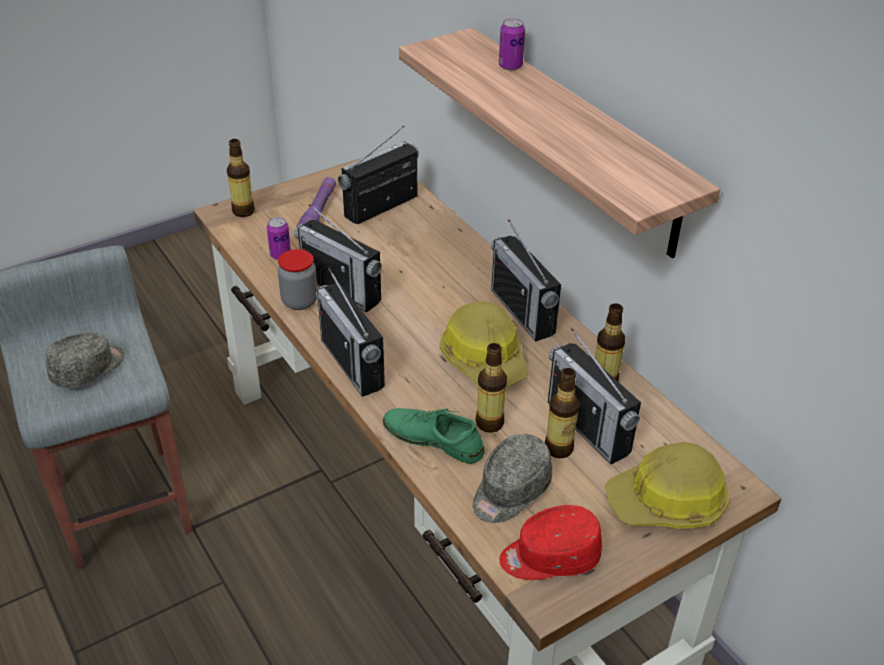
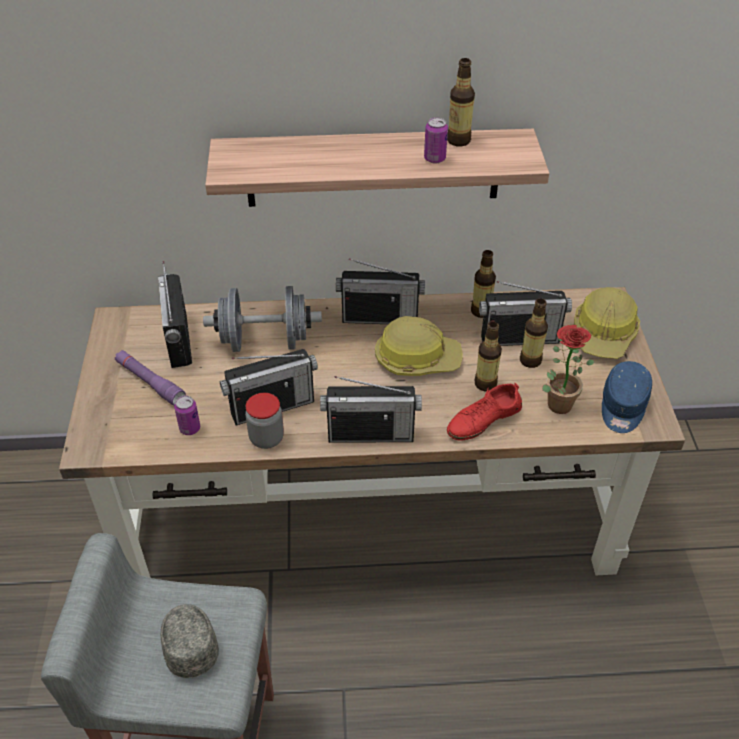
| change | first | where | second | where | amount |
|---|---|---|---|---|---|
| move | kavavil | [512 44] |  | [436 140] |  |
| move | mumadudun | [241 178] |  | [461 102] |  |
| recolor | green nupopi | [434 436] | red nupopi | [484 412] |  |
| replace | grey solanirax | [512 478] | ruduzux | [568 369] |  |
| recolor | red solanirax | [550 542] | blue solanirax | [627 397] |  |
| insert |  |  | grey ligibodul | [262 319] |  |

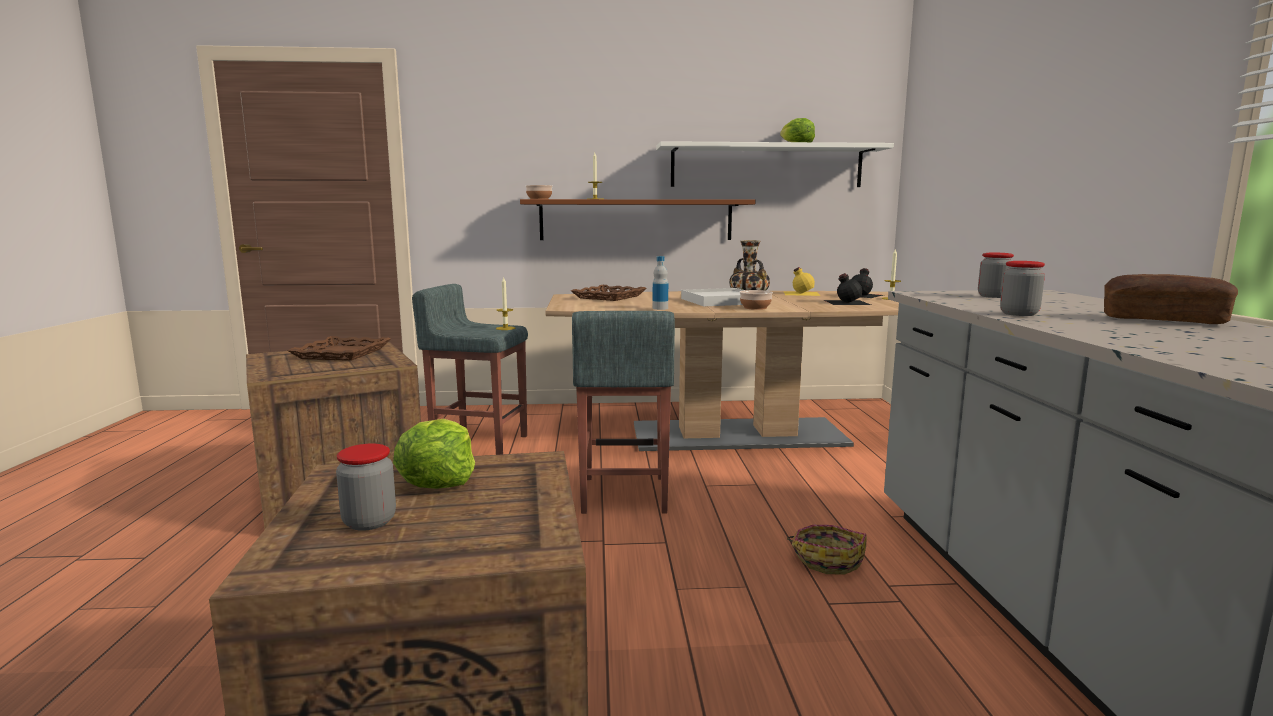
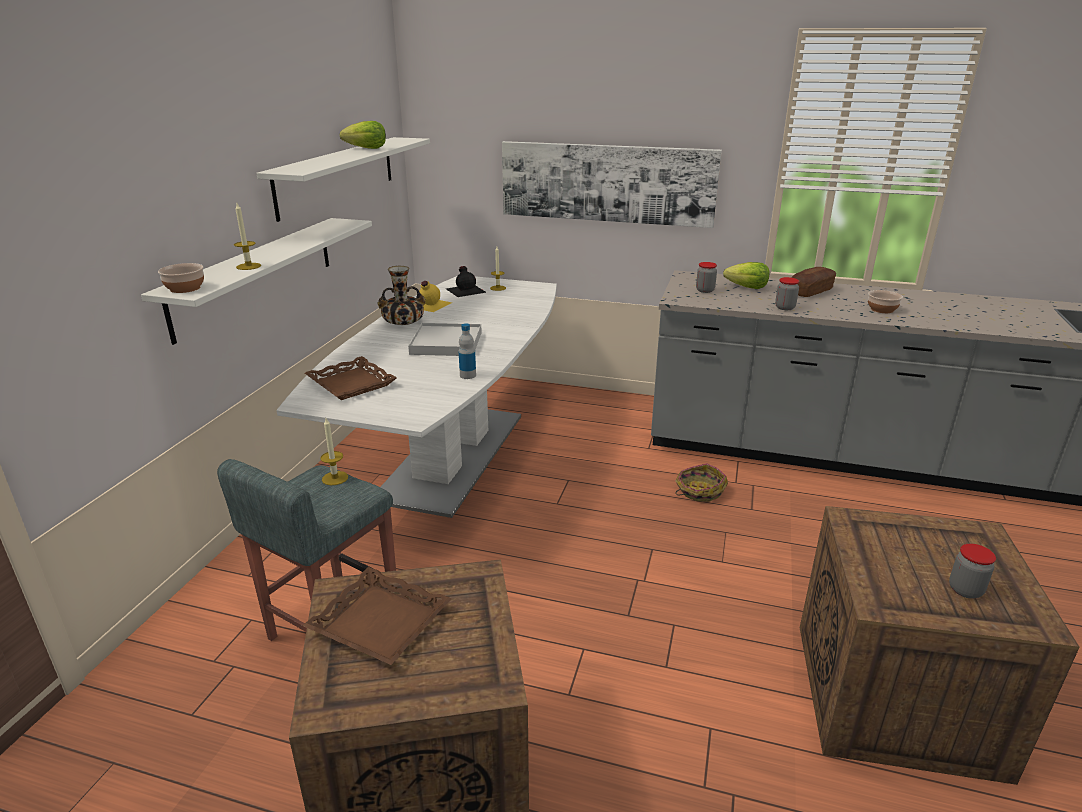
| change | first | where | second | where | amount |
|---|---|---|---|---|---|
| recolor | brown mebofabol | [637 219] | white mebofabol | [256 281] |  |
| delete | black mumadudun | [847 289] |  |  |  |
| move | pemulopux | [756 300] |  | [885 301] |  |
| recolor | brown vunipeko | [722 371] | white vunipeko | [416 397] |  |
| delete | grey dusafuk | [623 412] |  |  |  |
| move | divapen | [434 453] |  | [746 275] |  |
| insert |  |  | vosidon | [612 184] |  |

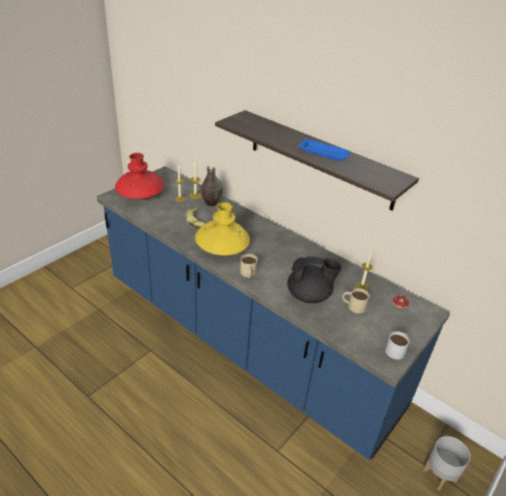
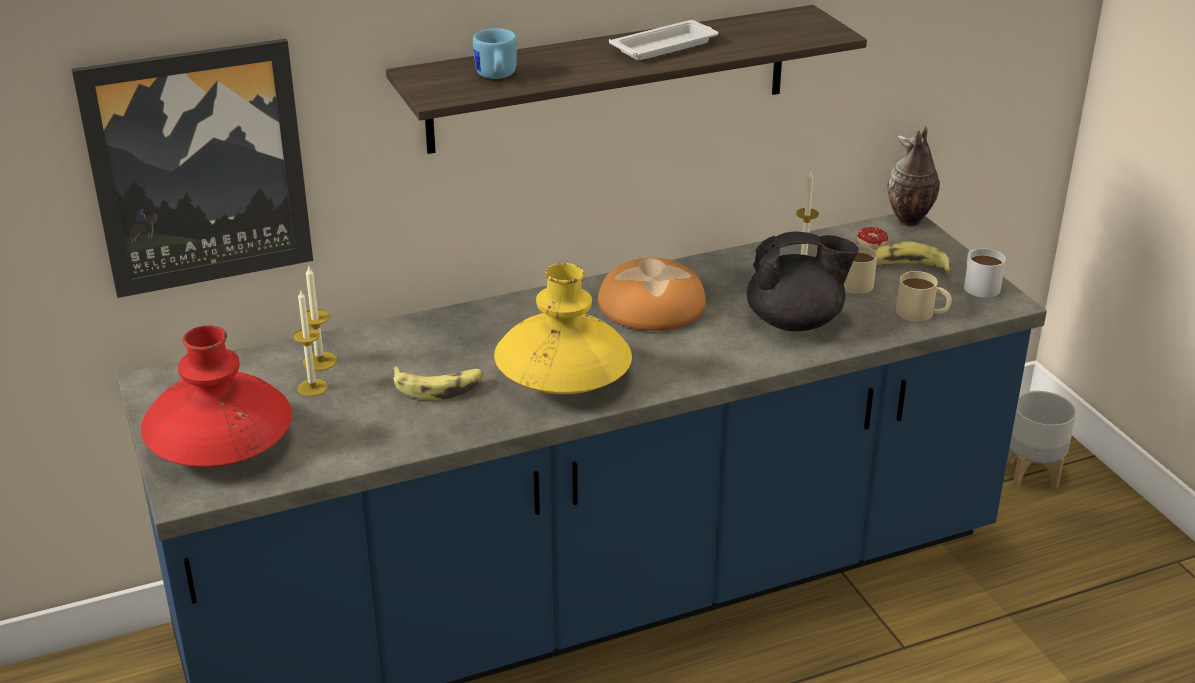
| change | first | where | second | where | amount |
|---|---|---|---|---|---|
| recolor | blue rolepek | [324 149] | white rolepek | [664 40] |  |
| move | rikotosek | [212 186] |  | [914 176] |  |
| move | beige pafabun | [249 266] |  | [924 296] |  |
| rotate | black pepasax | [314 280] |  | [803 281] | 60 degrees clockwise |
| insert |  |  | blue pafabun | [495 53] |  |
| insert |  |  | vosidon | [192 168] |  |
| insert |  |  | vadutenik | [913 257] |  |
| insert |  |  | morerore | [652 294] |  |

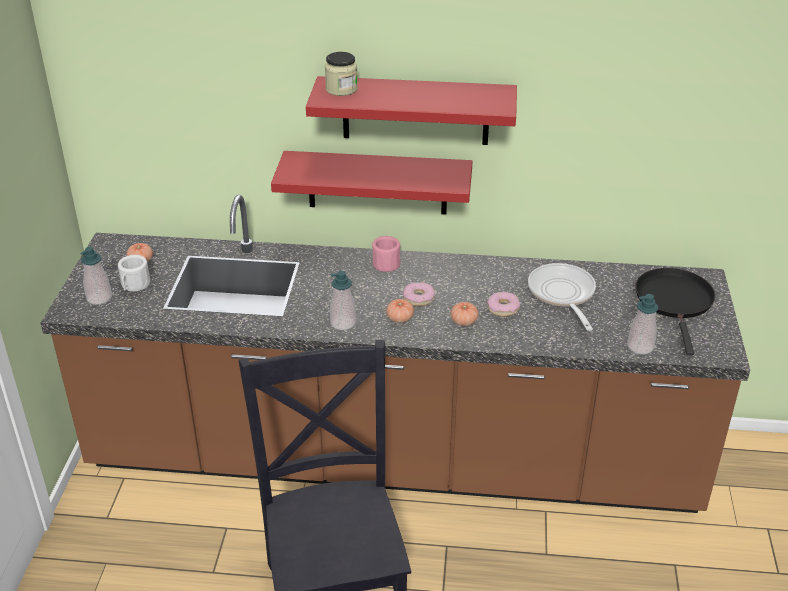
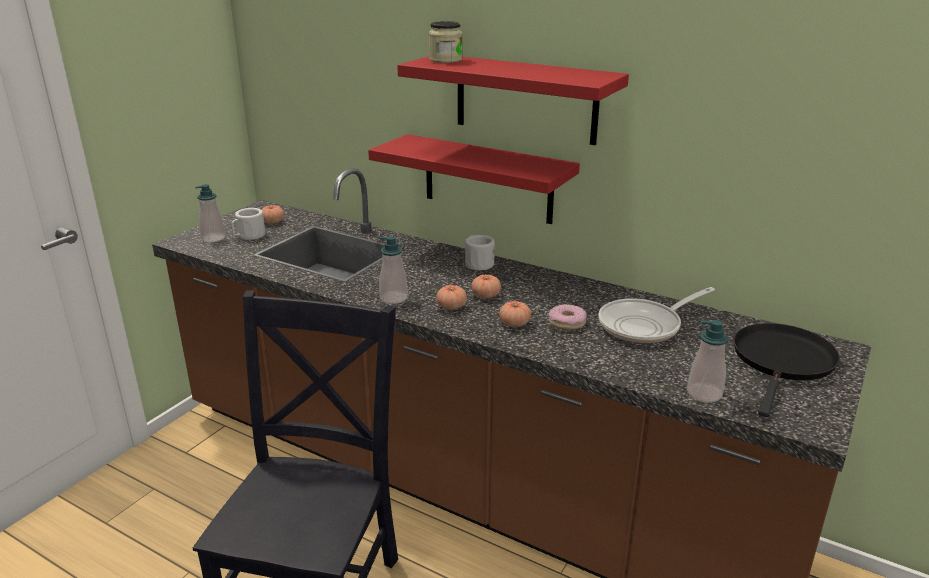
| change | first | where | second | where | amount |
|---|---|---|---|---|---|
| recolor | pink pafabun | [386 254] | white pafabun | [480 253] |  |
| rotate | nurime | [562 297] |  | [657 315] | 135 degrees counterclockwise |
| replace | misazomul | [419 294] | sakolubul | [486 287] |  |

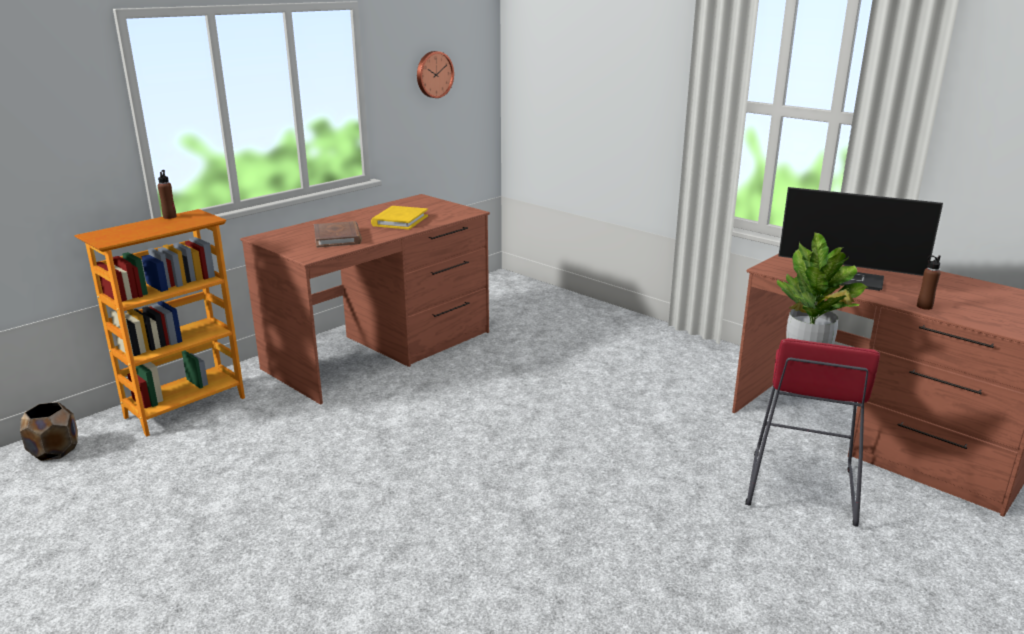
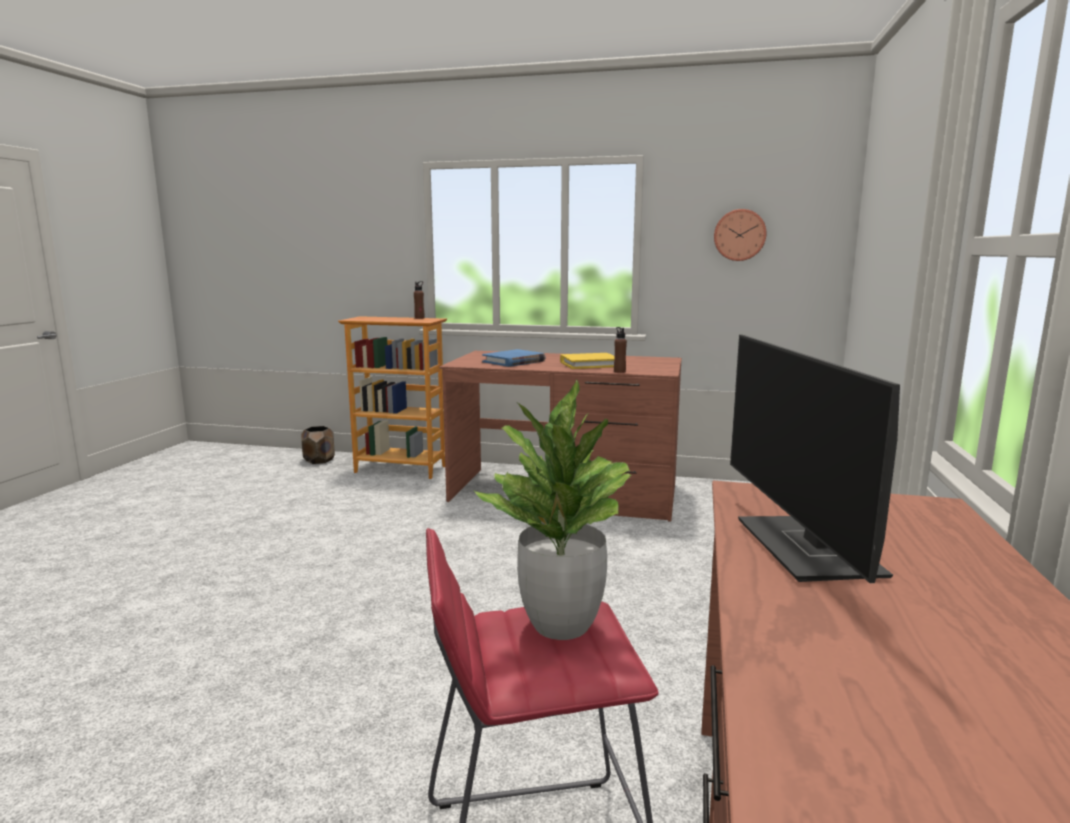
| change | first | where | second | where | amount |
|---|---|---|---|---|---|
| recolor | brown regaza | [338 234] | blue regaza | [513 358] |  |
| move | brown mumadudun | [929 282] |  | [620 350] |  |

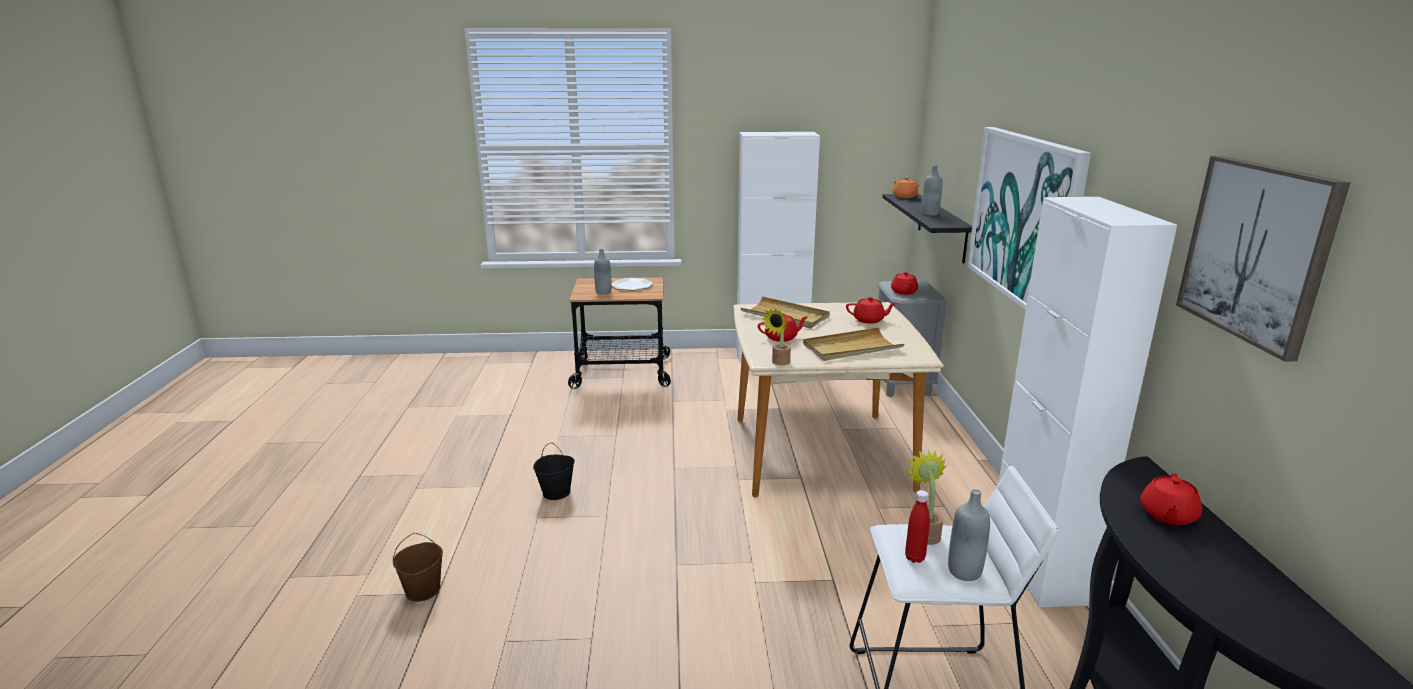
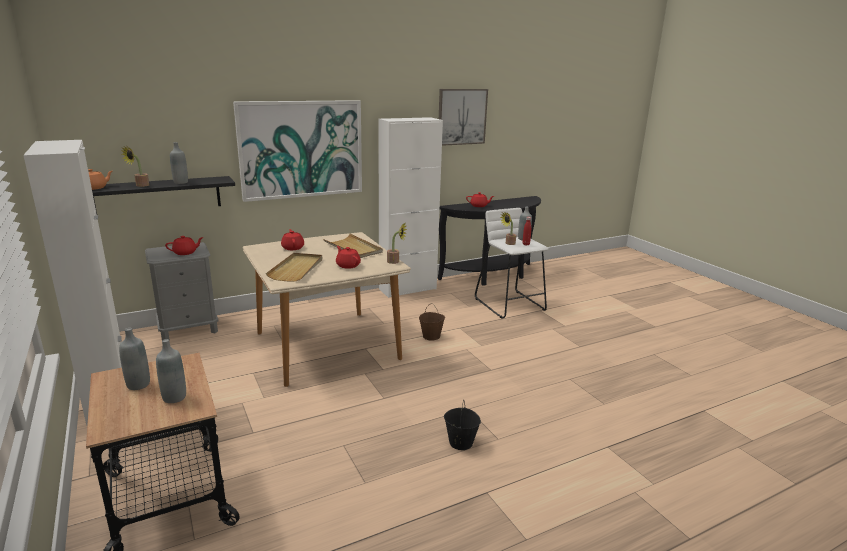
| change | first | where | second | where | amount |
|---|---|---|---|---|---|
| replace | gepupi | [632 284] | grey mumadudun | [134 359] |  |
| move | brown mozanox | [418 567] |  | [432 322] |  |
| insert |  |  | ruduzux | [135 167] |  |

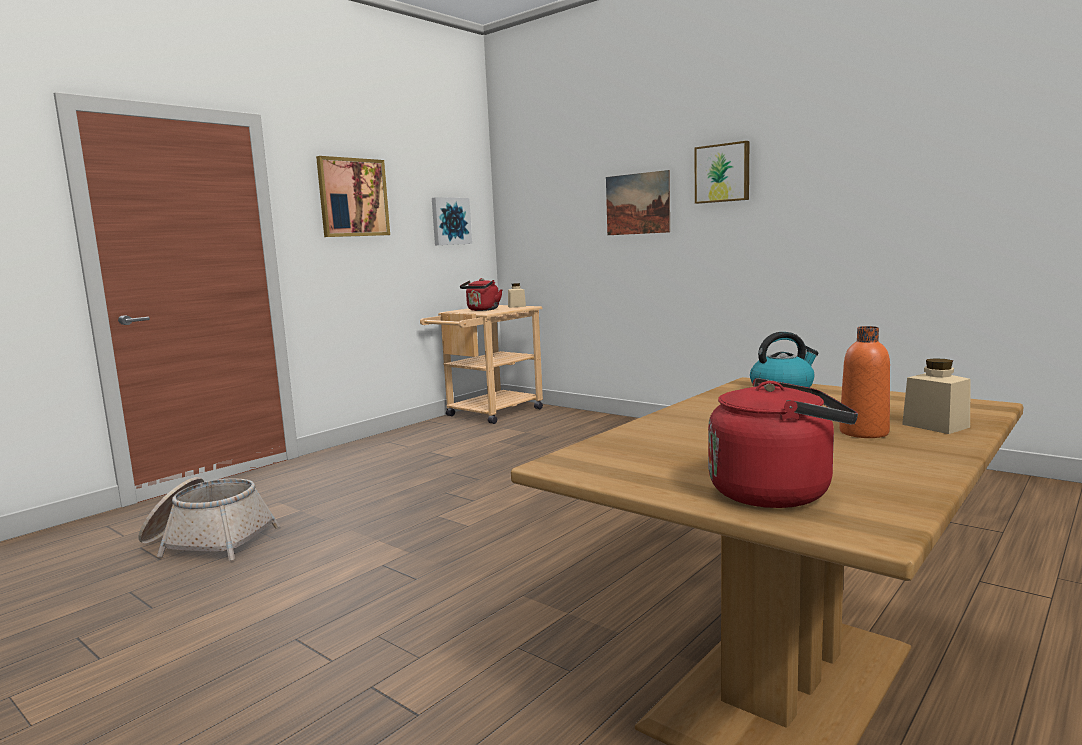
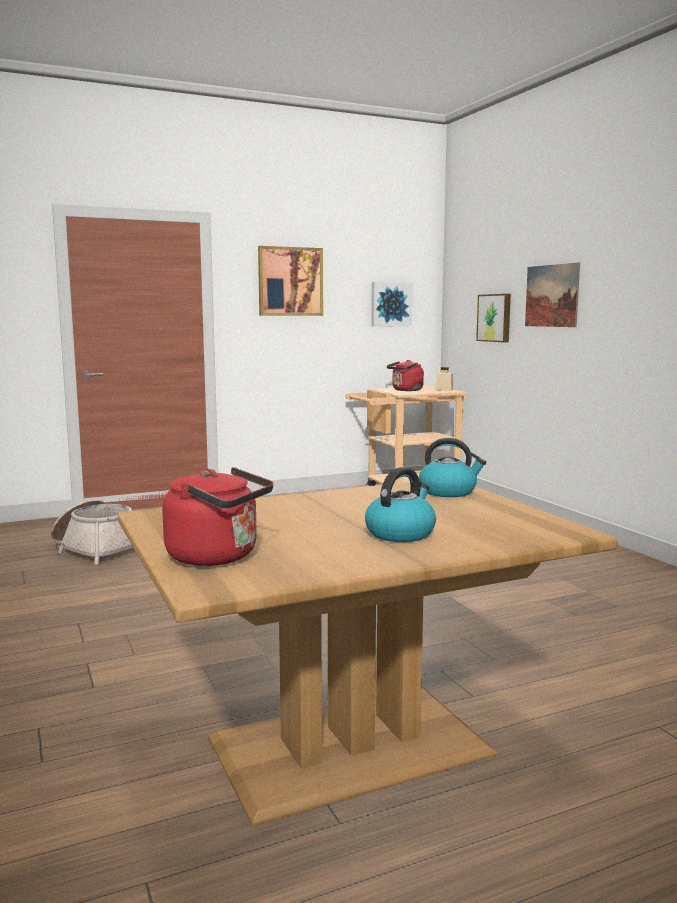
| change | first | where | second | where | amount |
|---|---|---|---|---|---|
| move | vosidon | [721 172] |  | [493 318] |  |
| replace | orange mumadudun | [864 382] | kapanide | [400 504] |  |
| delete | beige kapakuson | [936 396] |  |  |  |

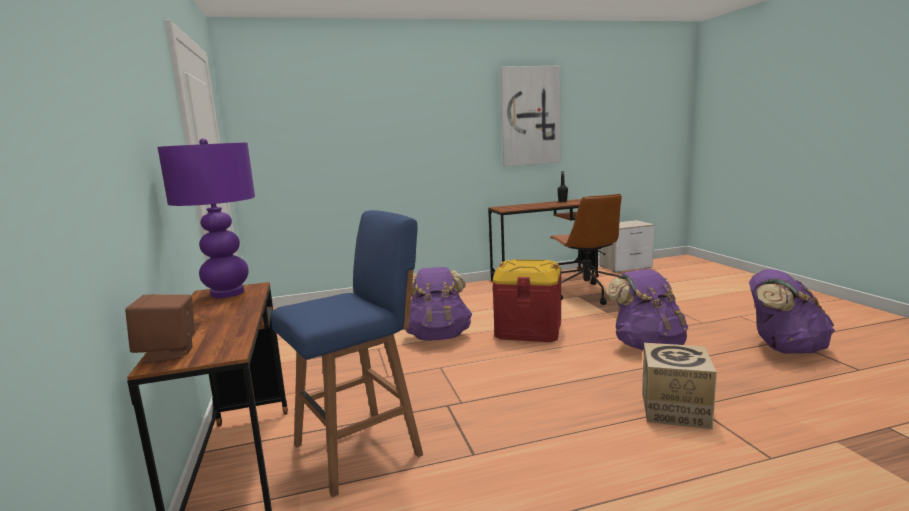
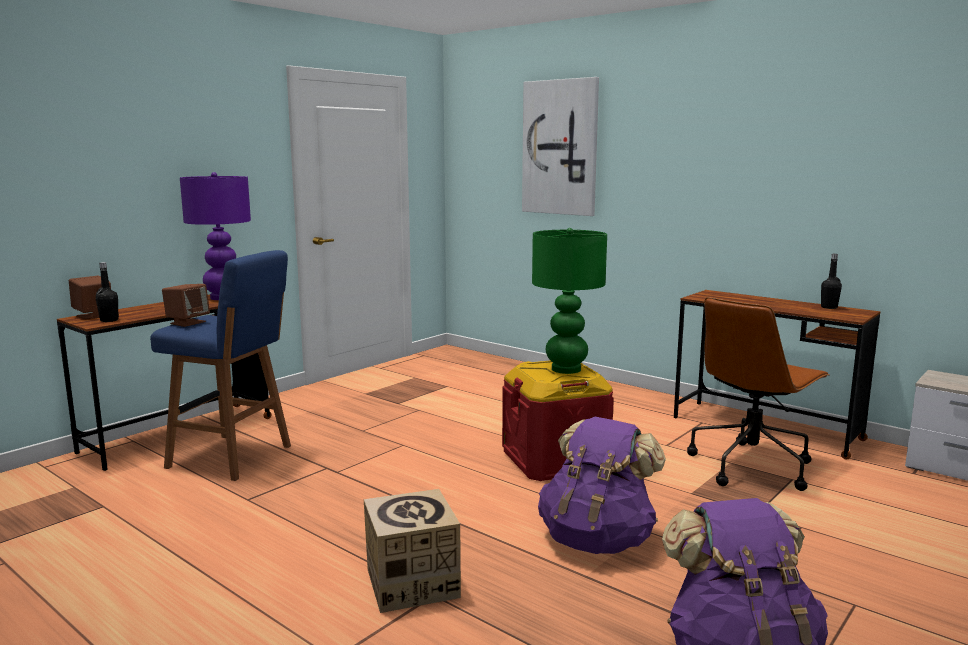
| change | first | where | second | where | amount |
|---|---|---|---|---|---|
| move | vosidon | [530 116] |  | [560 146] |  |
| delete | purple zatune | [439 304] |  |  |  |
| insert |  |  | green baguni | [569 301] |  |
| insert |  |  | black mumadudun | [107 292] |  |
| insert |  |  | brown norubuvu | [186 305] |  |

